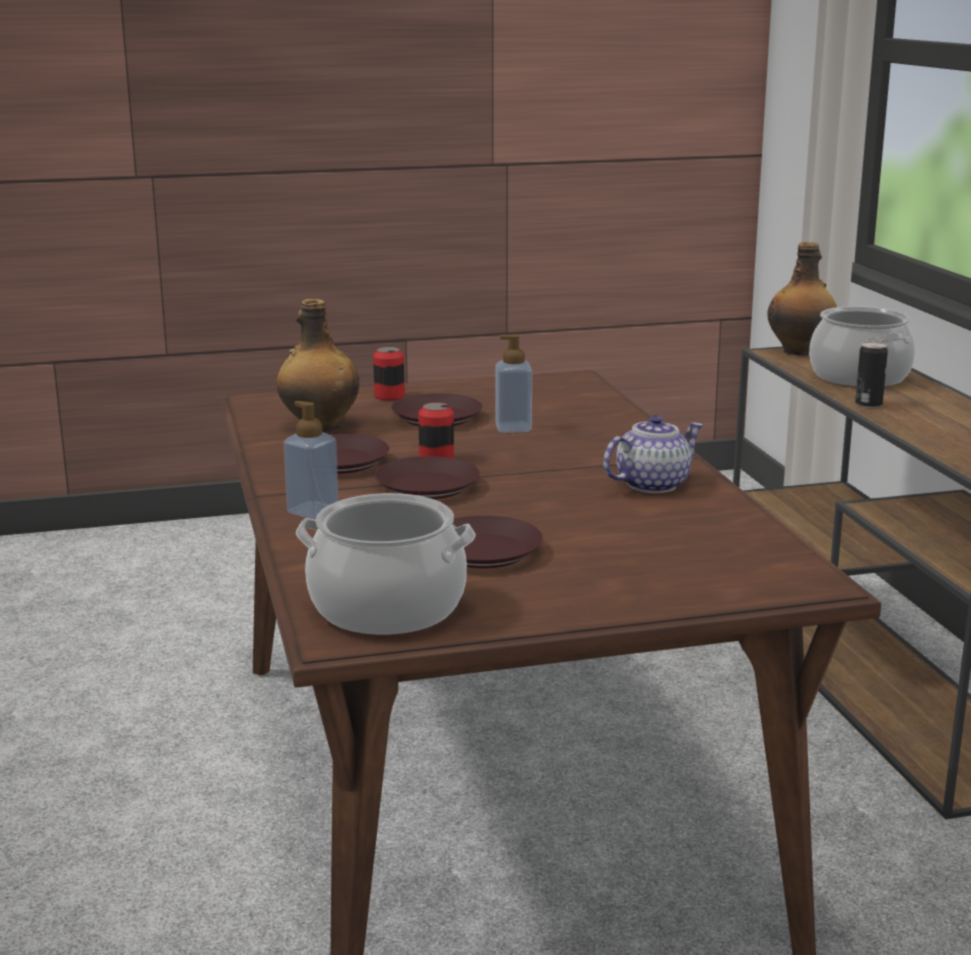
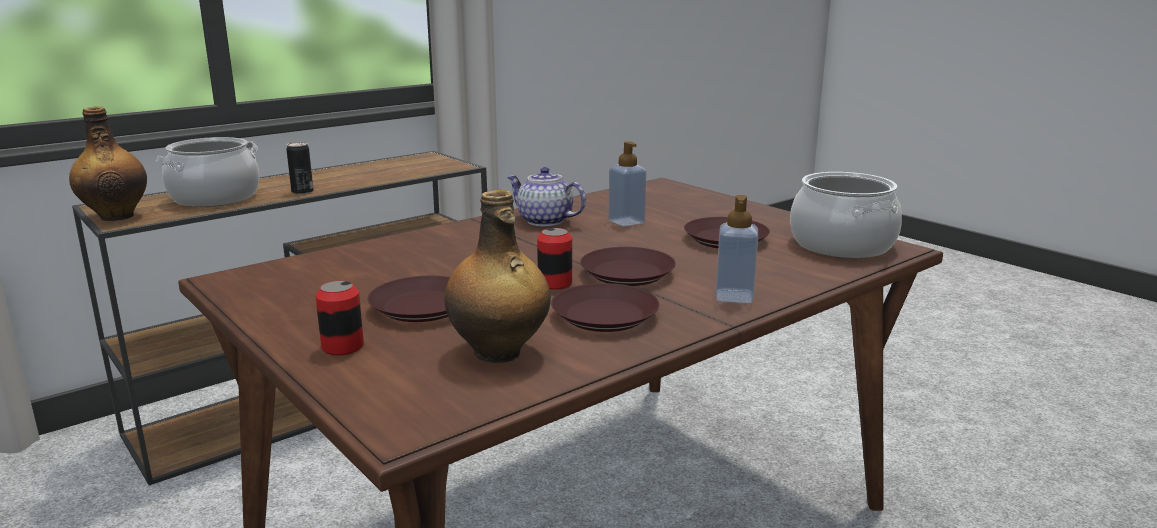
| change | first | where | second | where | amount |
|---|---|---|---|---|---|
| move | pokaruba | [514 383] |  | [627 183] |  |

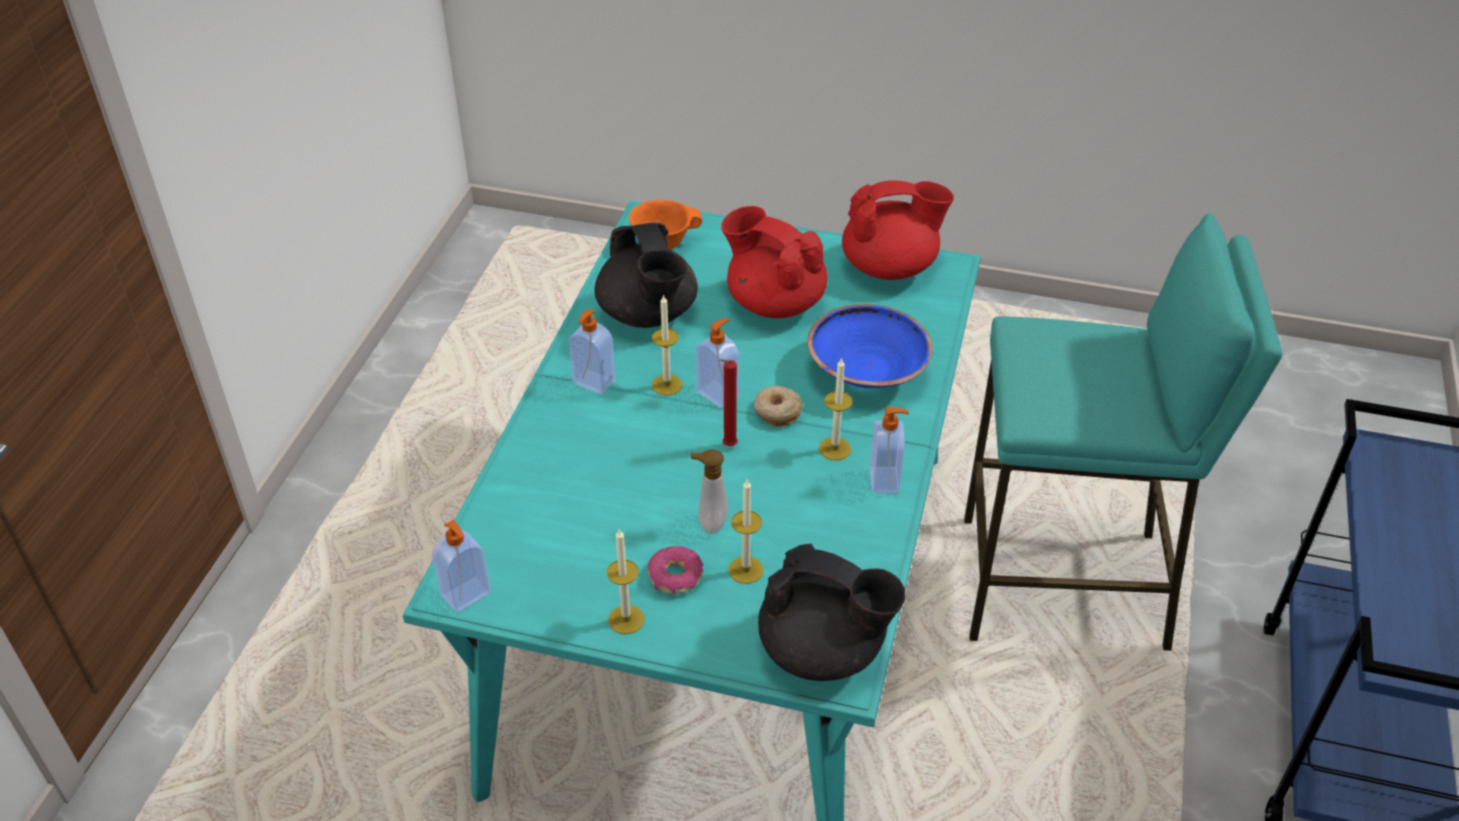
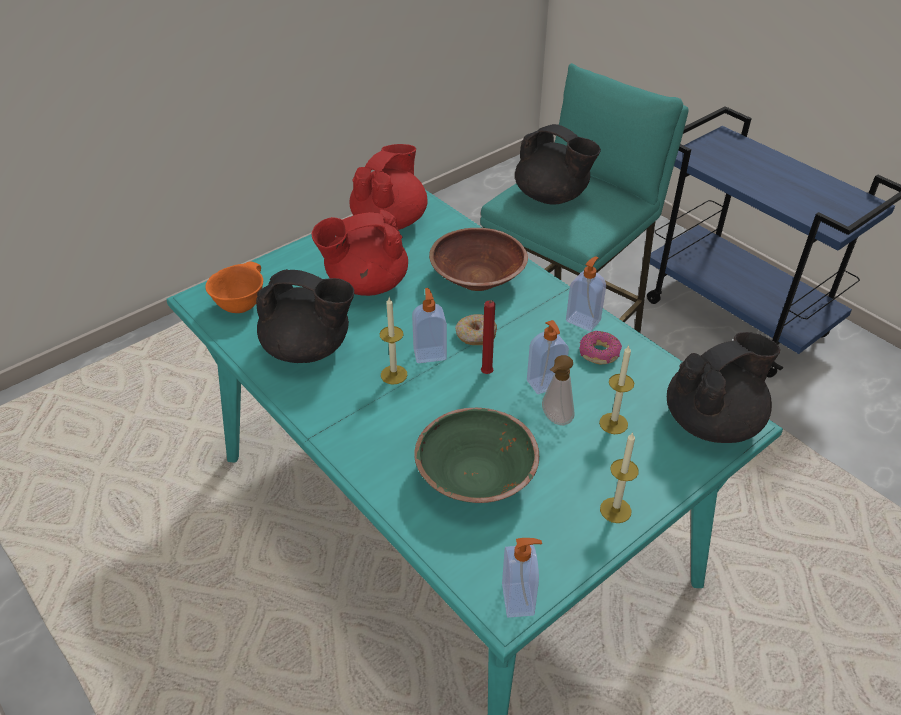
| change | first | where | second | where | amount |
|---|---|---|---|---|---|
| recolor | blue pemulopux | [870 346] | brown pemulopux | [478 259] |  |
| move | pokaruba | [592 351] |  | [548 357] |  |
| delete | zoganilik | [836 408] |  |  |  |
| move | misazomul | [675 570] |  | [600 347] |  |
| insert |  |  | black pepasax | [558 164] |  |
| insert |  |  | green pemulopux | [476 455] |  |

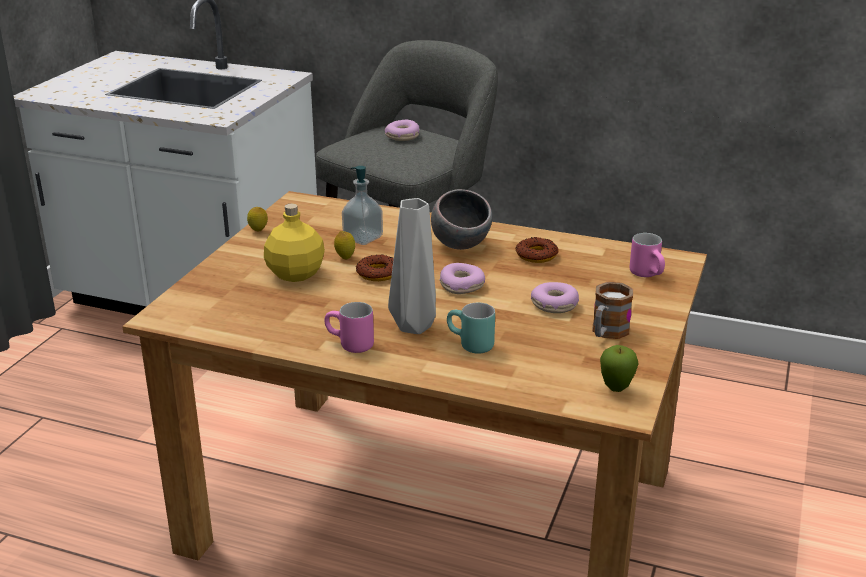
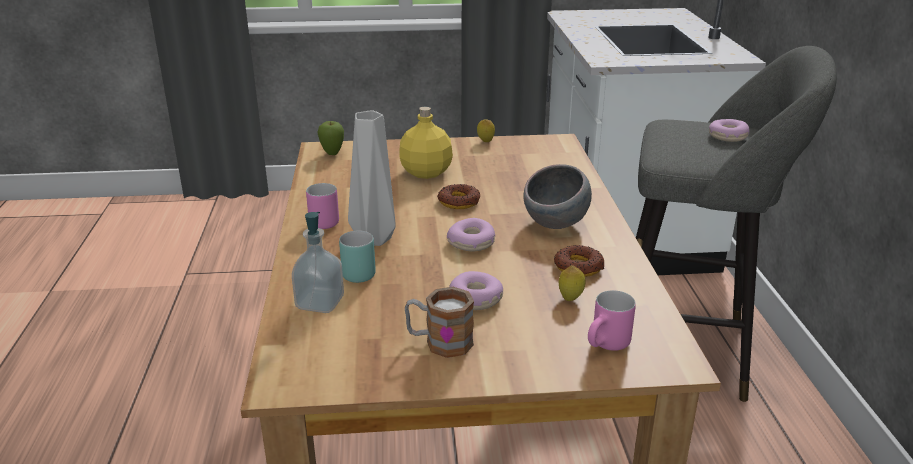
| change | first | where | second | where | amount |
|---|---|---|---|---|---|
| move | pokaruba | [362 205] |  | [318 262] |  |
| move | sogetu | [344 245] |  | [572 283] |  |
| move | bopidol | [619 368] |  | [330 138] |  |

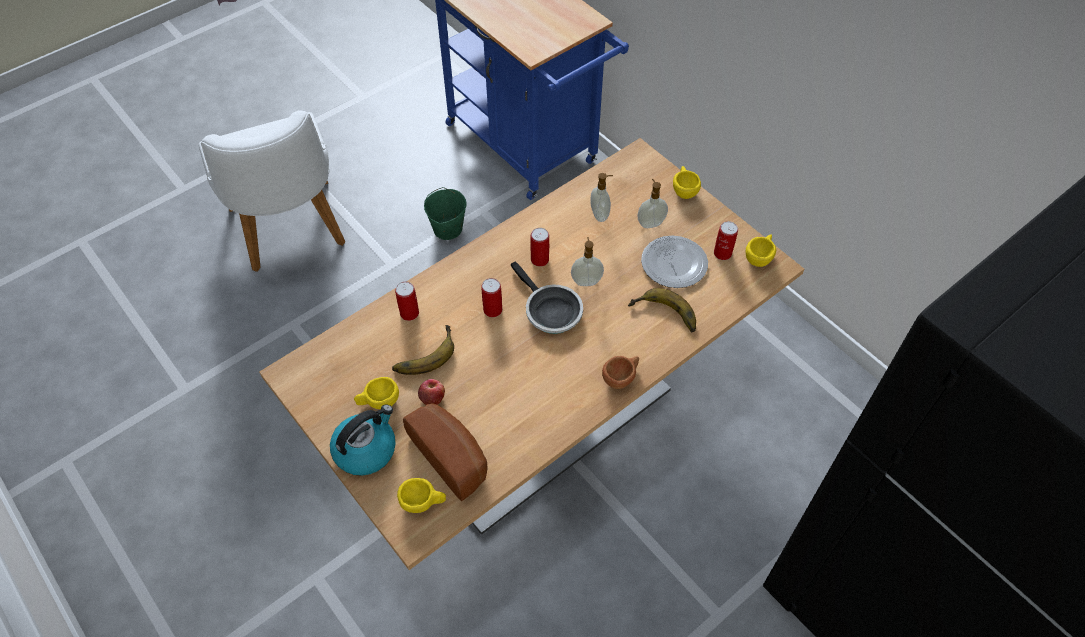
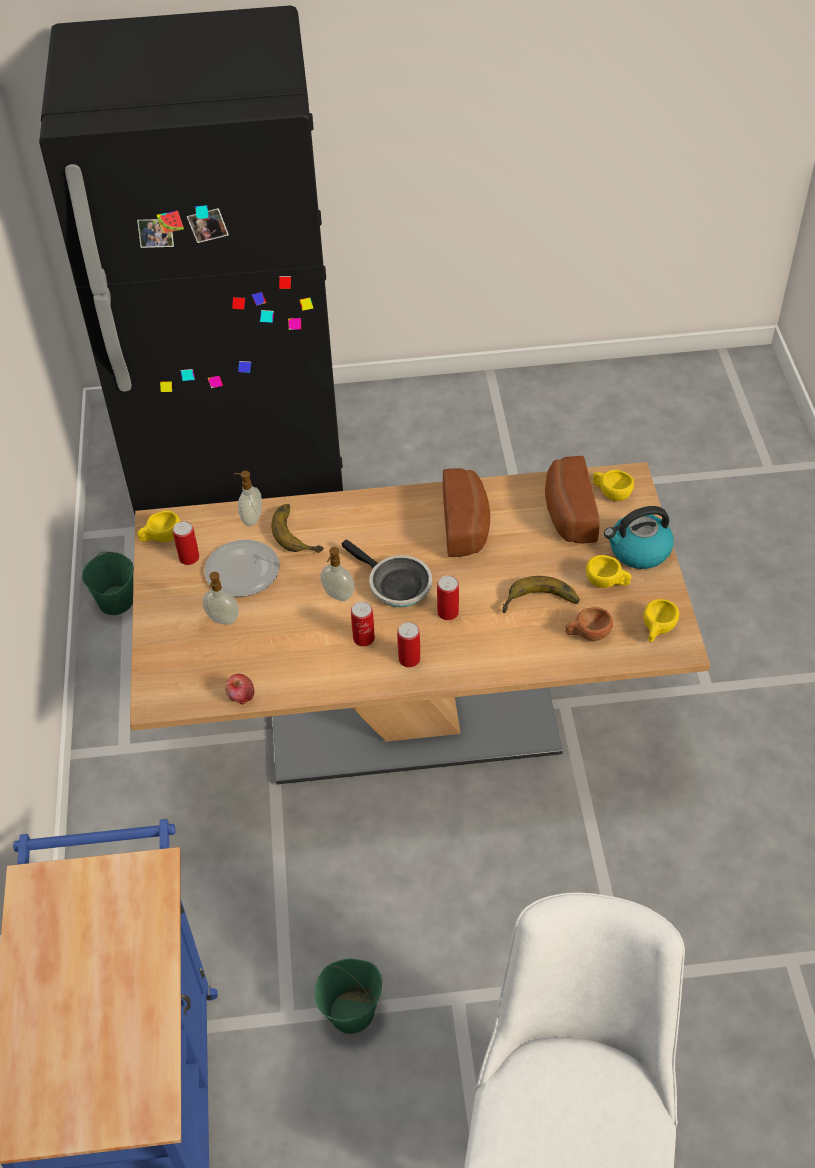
| change | first | where | second | where | amount |
|---|---|---|---|---|---|
| move | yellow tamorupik | [687 182] |  | [661 620] |  |
| move | pokaruba | [601 197] |  | [248 498] |  |
| rotate | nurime | [547 297] |  | [386 573] | 135 degrees clockwise |
| move | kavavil | [407 301] |  | [408 644] |  |
| move | brown tamorupik | [620 372] |  | [589 624] |  |
| move | bopidol | [431 392] |  | [239 689] |  |
| insert |  |  | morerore | [466 512] |  |
| insert |  |  | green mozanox | [108 583] |  |

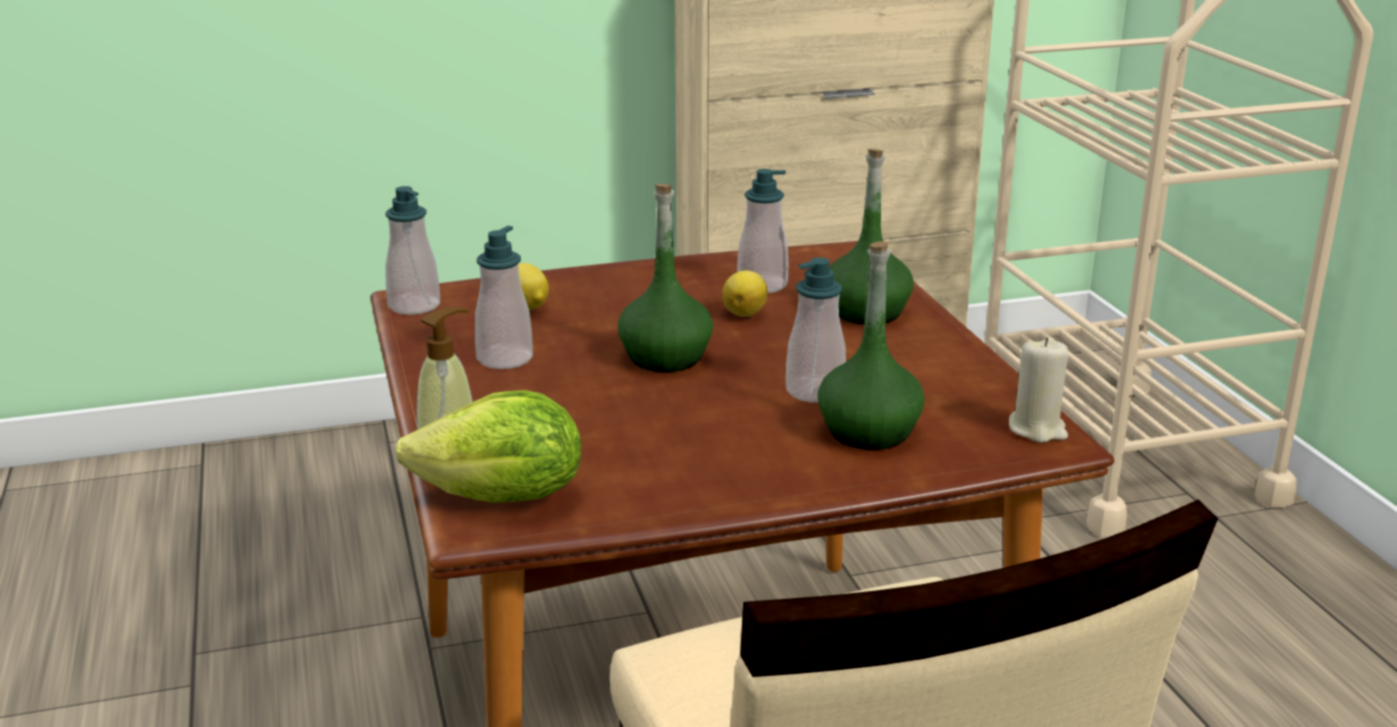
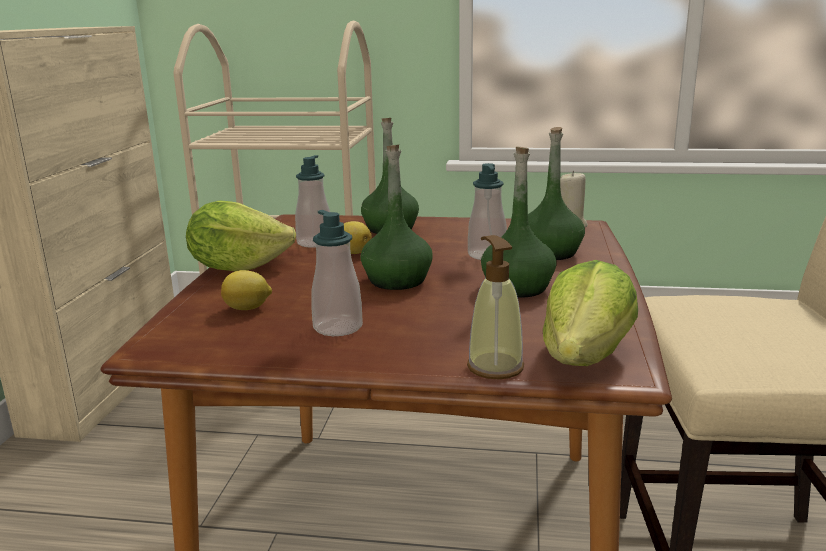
| change | first | where | second | where | amount |
|---|---|---|---|---|---|
| delete | pokaruba | [412 250] |  |  |  |
| insert |  |  | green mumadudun | [519 222] |  |
| insert |  |  | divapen | [241 235] |  |

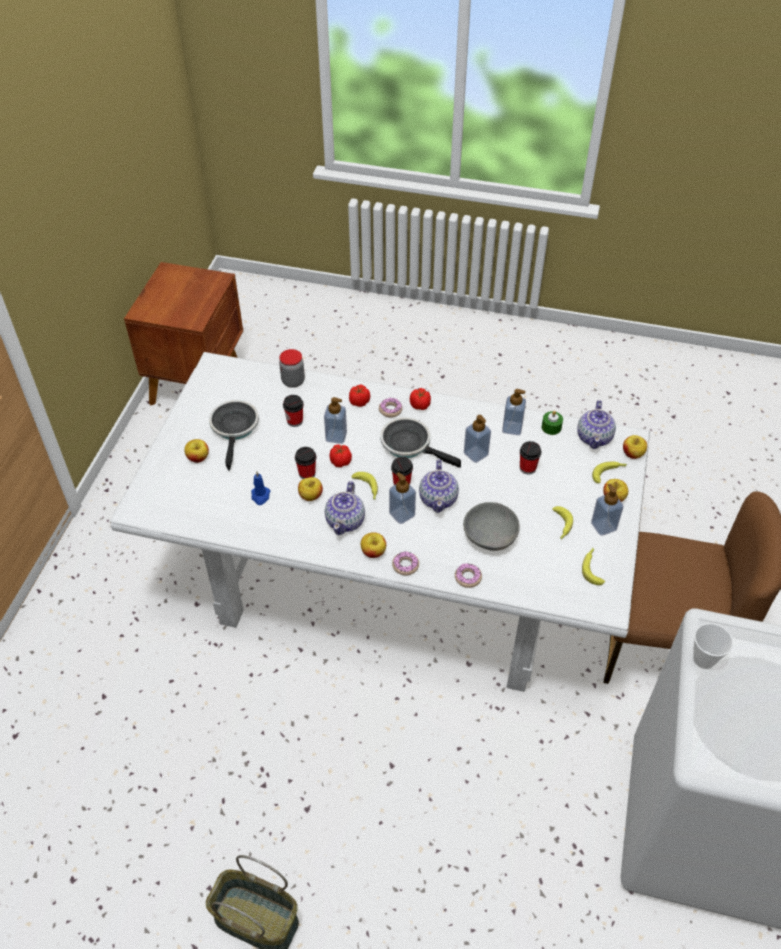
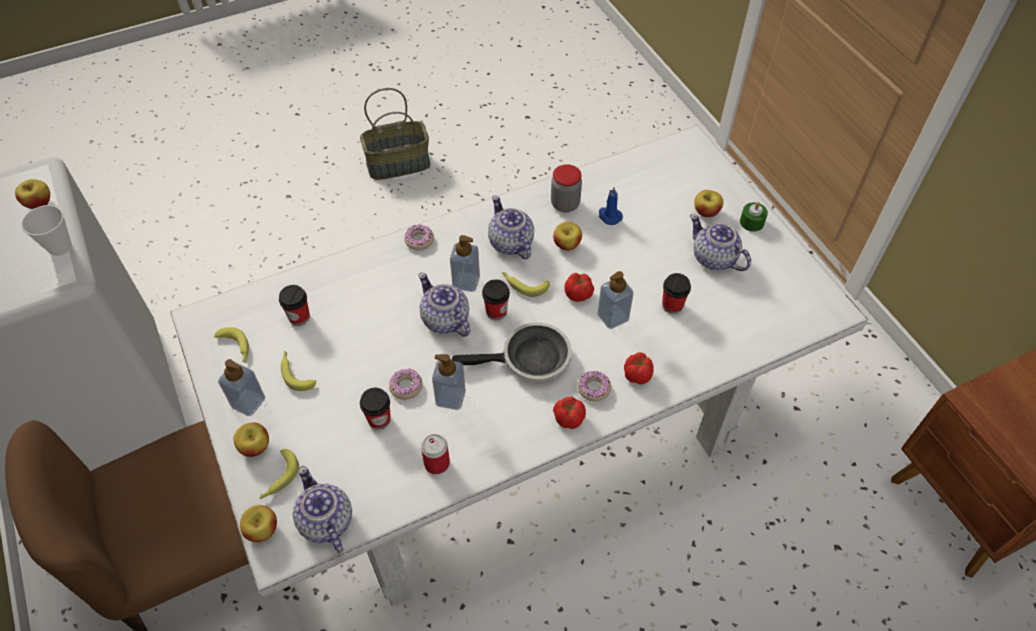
| change | first | where | second | where | amount |
|---|---|---|---|---|---|
| move | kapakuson | [292 368] |  | [566 188] |  |
| replace | pokaruba | [514 412] | kavavil | [435 454] |  |
| replace | nurime | [234 435] | pepasax | [720 242] |  |
| move | green zoganilik | [552 423] |  | [754 217] |  |
| move | tamorupik | [305 463] |  | [294 305] |  |
| delete | grey pemulopux | [491 526] |  |  |  |
| move | bopidol | [373 545] |  | [32 194] |  |
| move | misazomul | [468 575] |  | [406 384] |  |

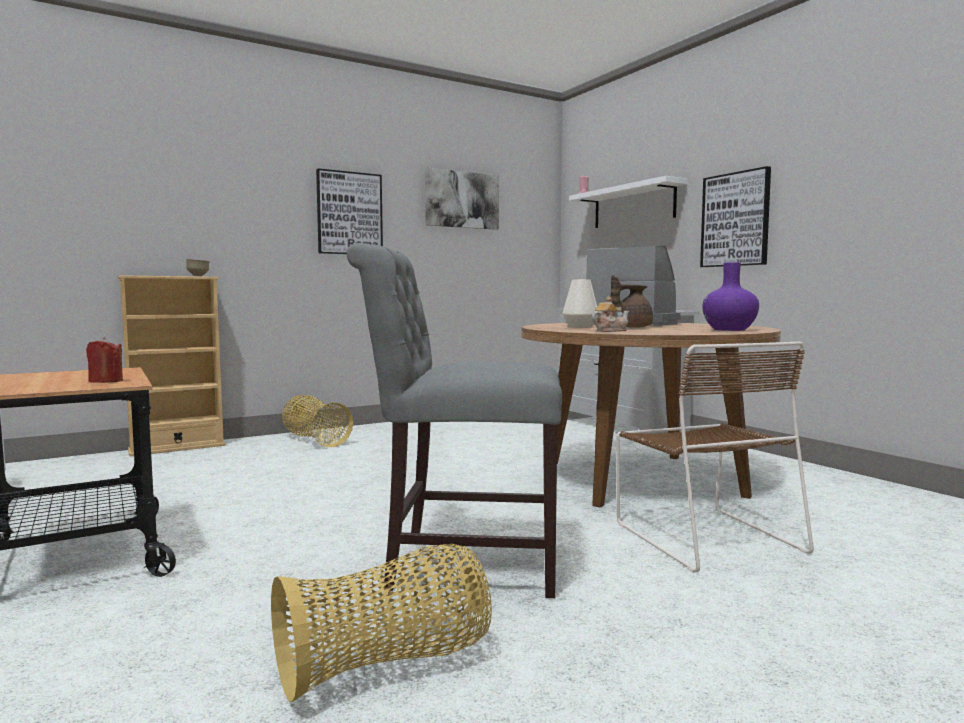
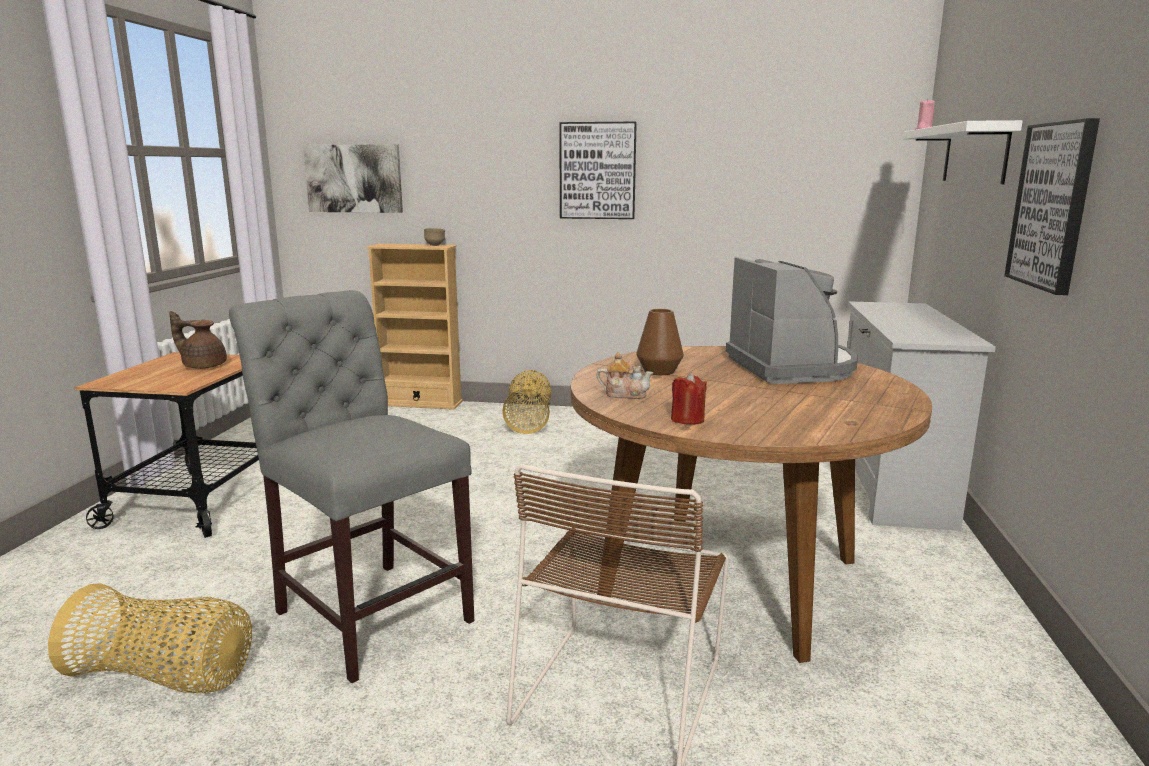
| change | first | where | second | where | amount |
|---|---|---|---|---|---|
| move | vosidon | [462 199] |  | [353 178] |  |
| delete | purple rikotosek | [730 296] |  |  |  |
| move | brown pepasax | [632 301] |  | [198 340] |  |
| recolor | white rikotosek | [580 303] | brown rikotosek | [660 342] |  |
| move | red zoganilik | [104 360] |  | [689 399] |  |

